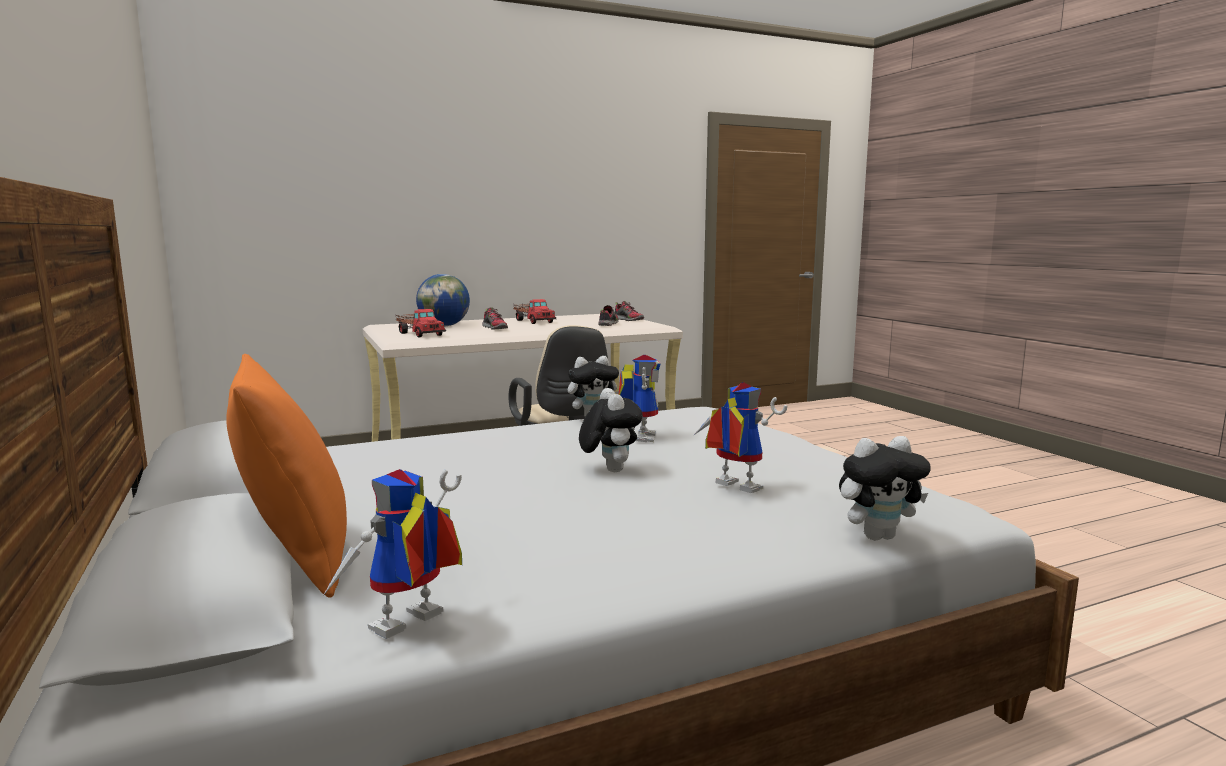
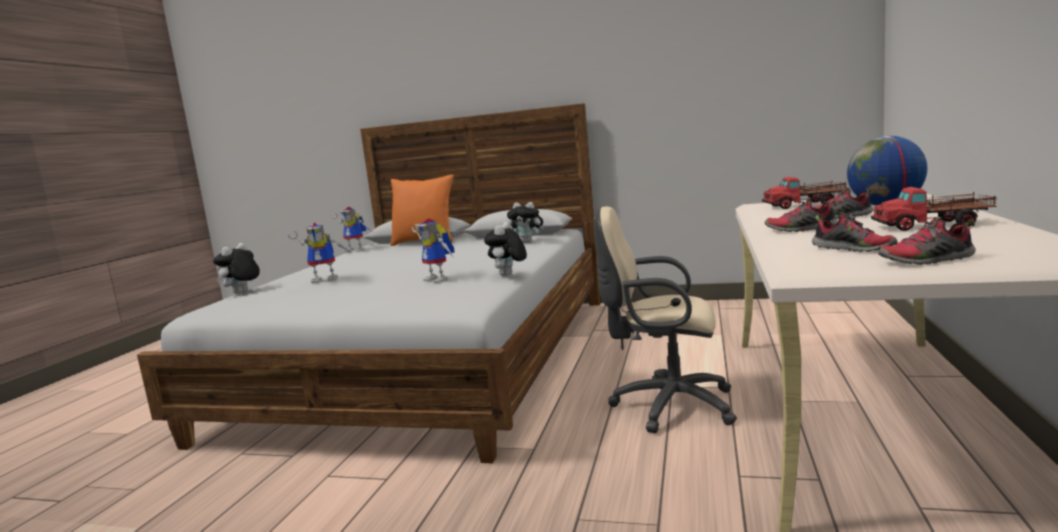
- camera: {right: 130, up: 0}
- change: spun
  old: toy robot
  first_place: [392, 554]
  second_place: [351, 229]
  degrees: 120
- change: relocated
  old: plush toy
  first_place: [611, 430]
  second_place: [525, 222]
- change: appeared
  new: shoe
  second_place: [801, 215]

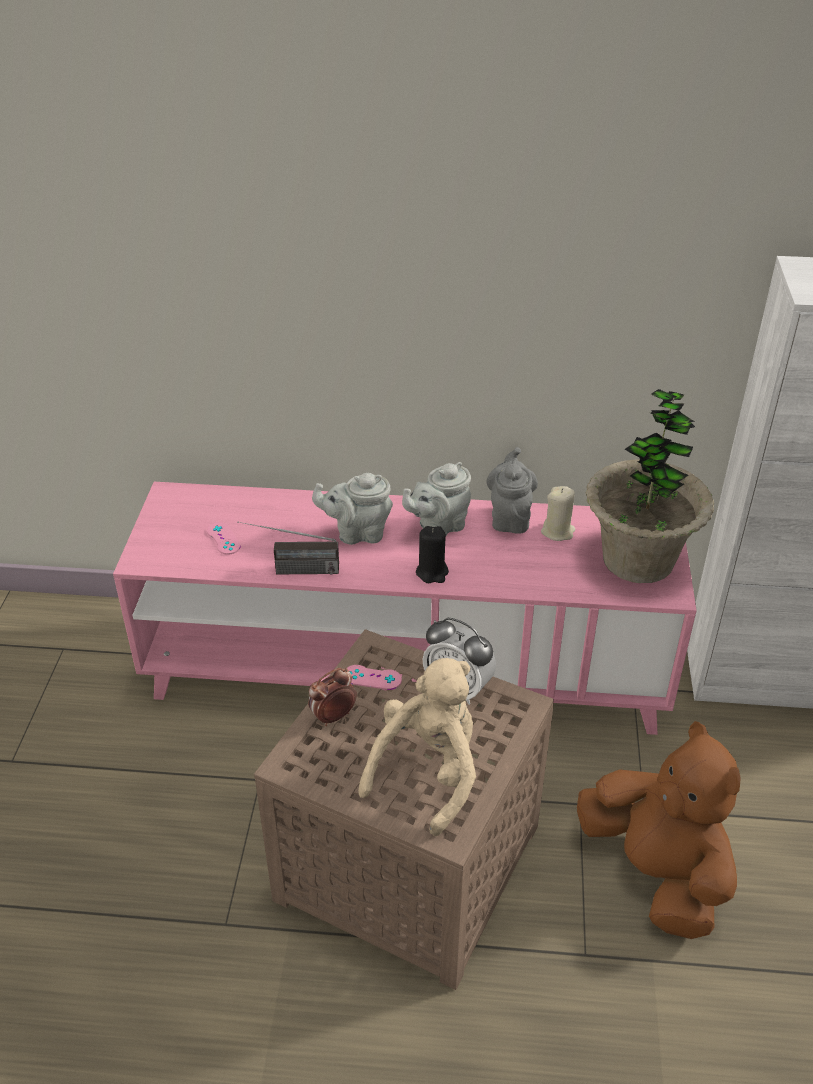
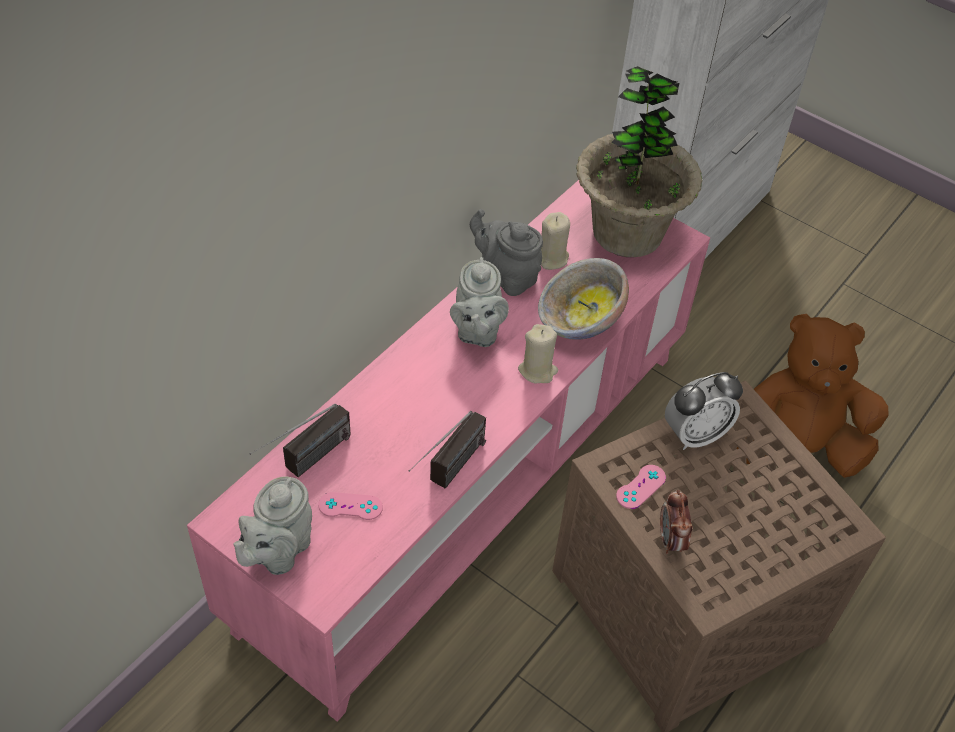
- camera: {right: -60, up: 10}
- change: relocated
  old: grey teapot
  first_place: [352, 509]
  second_place: [273, 525]
- change: appeared
  new: radio
  second_place: [300, 440]
- change: colour
  old: black candle
  new: beige candle
  first_place: [432, 554]
  second_place: [538, 353]
- change: appeared
  new: bowl
  second_place: [583, 299]
- change: missing
  old: beige plush toy
  first_place: [417, 747]

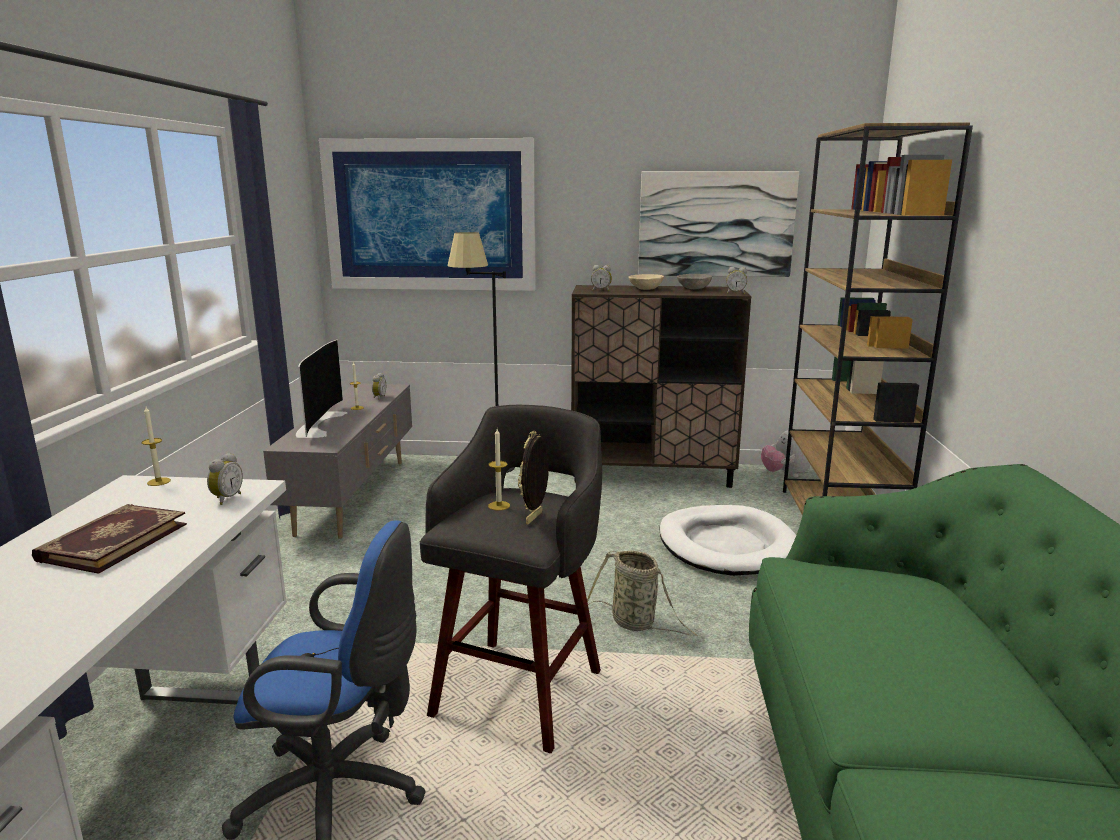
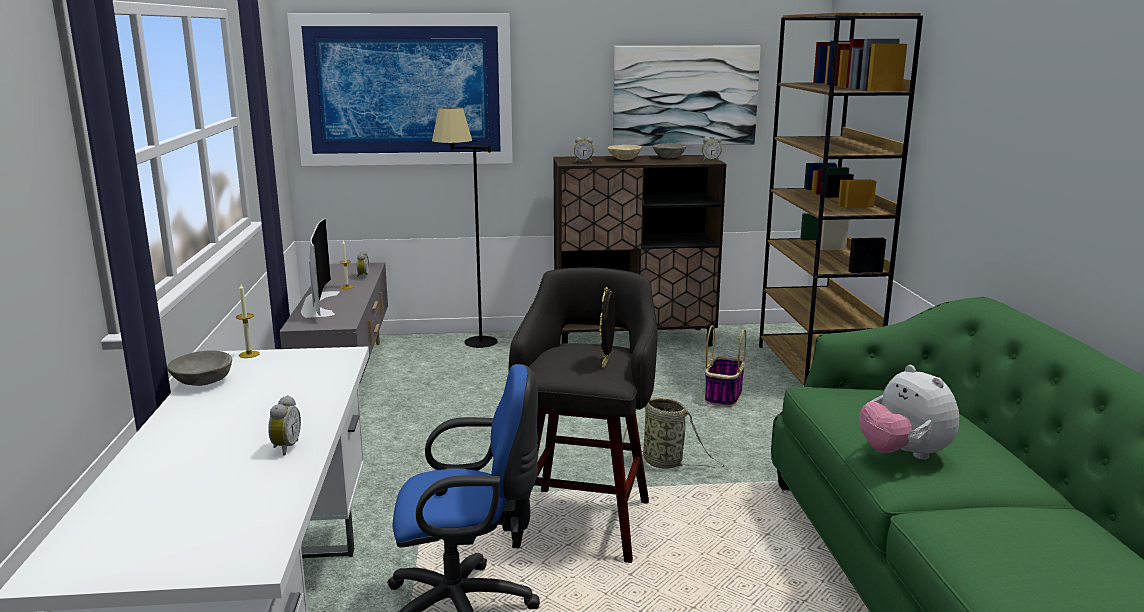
- camera: {right: -10, up: 0}
- change: appeared
  new: grey bowl
  second_place: [199, 368]
- change: relocated
  old: alarm clock
  first_place: [225, 479]
  second_place: [284, 425]
- change: exchanged
  old: white dog bed
  new: basket
  first_place: [727, 540]
  second_place: [725, 366]
- change: relocated
  old: plush toy
  first_place: [786, 452]
  second_place: [909, 412]
- change: missing
  old: book
  first_place: [109, 539]
- change: missing
  old: candle
  first_place: [499, 470]

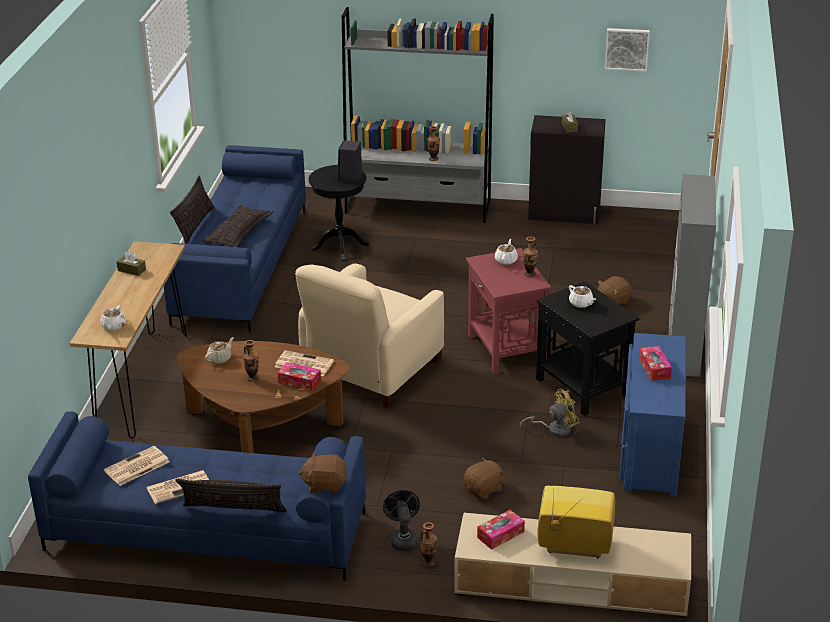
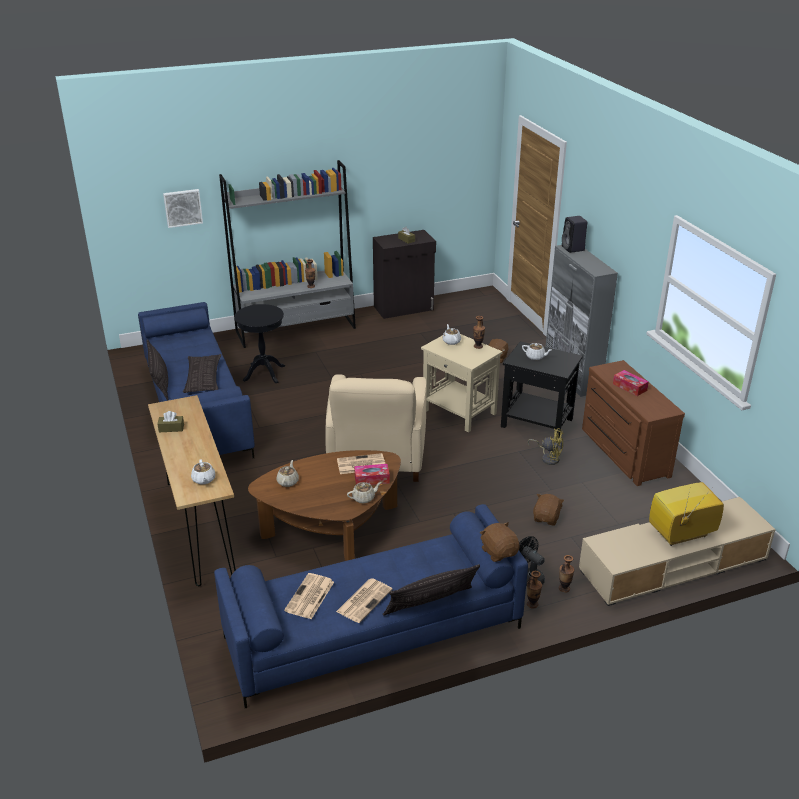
- camera: {right: -30, up: 0}
- change: relocated
  old: picture
  first_place: [627, 49]
  second_place: [183, 208]
- change: appeared
  new: beige teapot
  second_place: [364, 492]
- change: colour
  old: red side table
  new: beige side table
  first_place: [508, 311]
  second_place: [462, 383]
- change: spun
  old: brown plush toy
  first_place: [323, 473]
  second_place: [500, 542]
  degrees: 90
- change: relocated
  old: vase
  first_place: [251, 361]
  second_place: [534, 589]
- change: spun
  old: yellow fan
  first_place: [550, 412]
  second_place: [546, 446]
  degrees: 75
- change: relocated
  old: black speaker
  first_place: [349, 161]
  second_place: [574, 234]
- change: colour
  old: blue dresser
  new: brown dresser
  first_place: [651, 414]
  second_place: [633, 423]
- change: missing
  old: tissue box
  first_place: [501, 530]

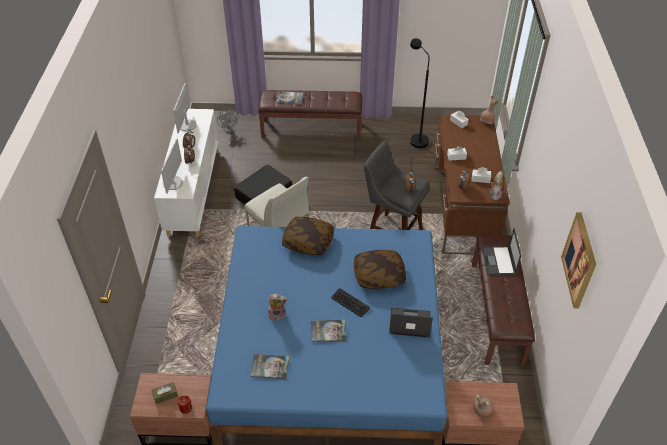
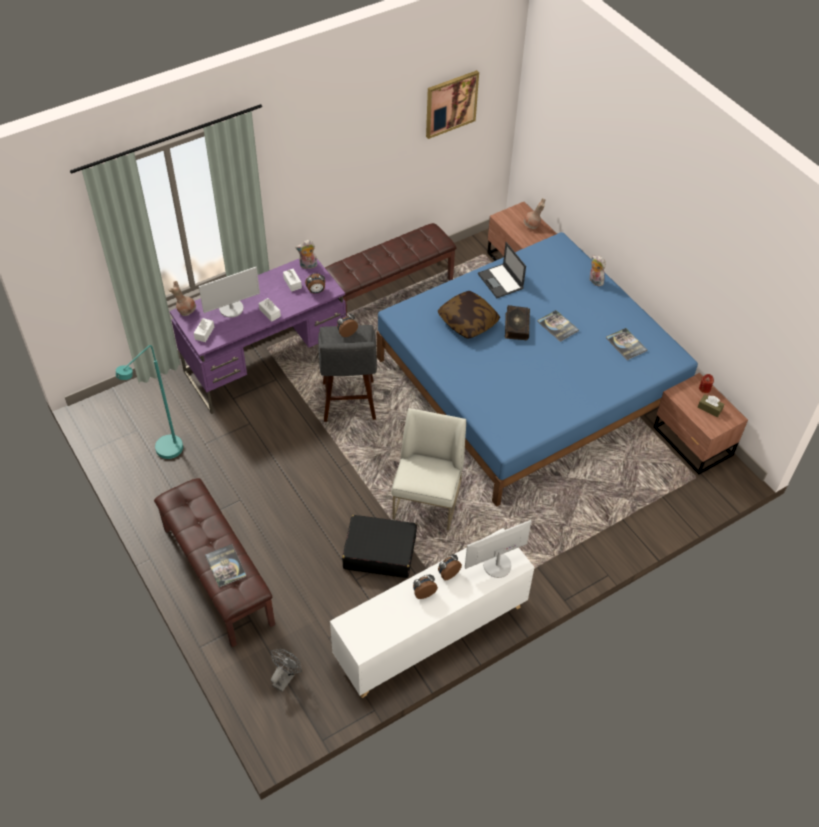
- camera: {right: -125, up: 5}
- change: colour
  old: black floor lamp
  new: turquoise floor lamp
  first_place: [420, 93]
  second_place: [149, 402]
- change: colour
  old: brown desk
  new: purple desk
  first_place: [472, 184]
  second_place: [258, 336]
- change: relocated
  old: monitor
  first_place: [185, 108]
  second_place: [229, 292]
- change: exchanged
  old: keyboard
  new: book
  first_place: [351, 302]
  second_place: [517, 322]
- change: relocated
  old: plush toy
  first_place: [278, 307]
  second_place: [597, 270]
- change: missing
  old: pillow
  first_place: [308, 236]
- change: missing
  old: laptop
  first_place: [502, 251]

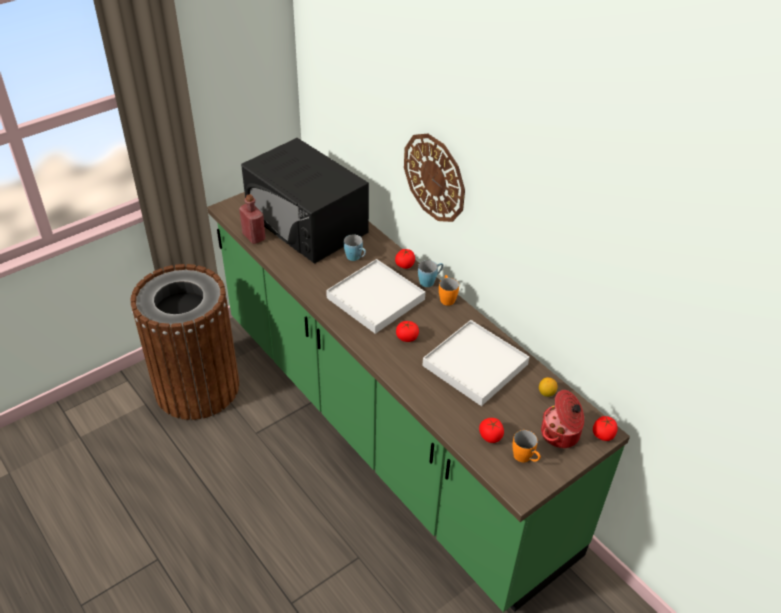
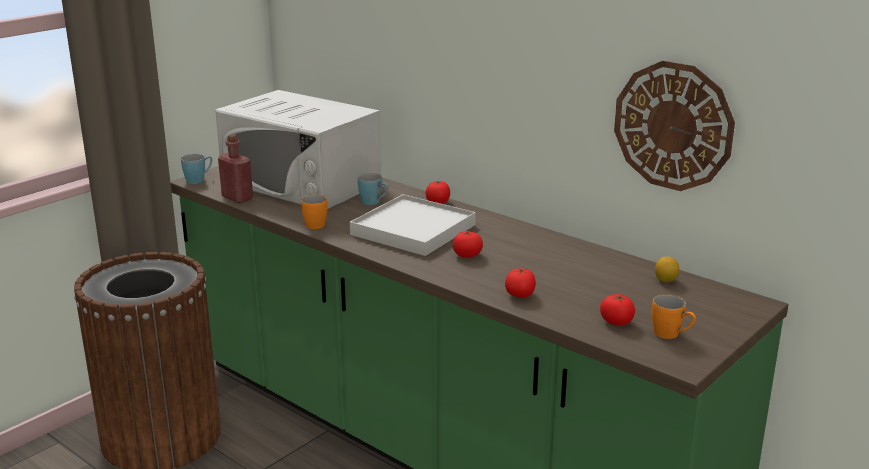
- camera: {right: -10, up: -20}
- change: relocated
  old: blue mug
  first_place: [430, 273]
  second_place: [197, 169]
- change: colour
  old: black microwave
  new: white microwave
  first_place: [305, 200]
  second_place: [298, 149]
- change: relocated
  old: orange mug
  first_place: [449, 290]
  second_place: [314, 212]
- change: relocated
  old: tomato
  first_place: [605, 428]
  second_place: [520, 283]
- change: relocated
  old: wall clock
  first_place: [434, 178]
  second_place: [674, 126]
- change: missing
  old: white tray
  first_place: [475, 363]
- change: missing
  old: cooking pot
  first_place: [562, 419]

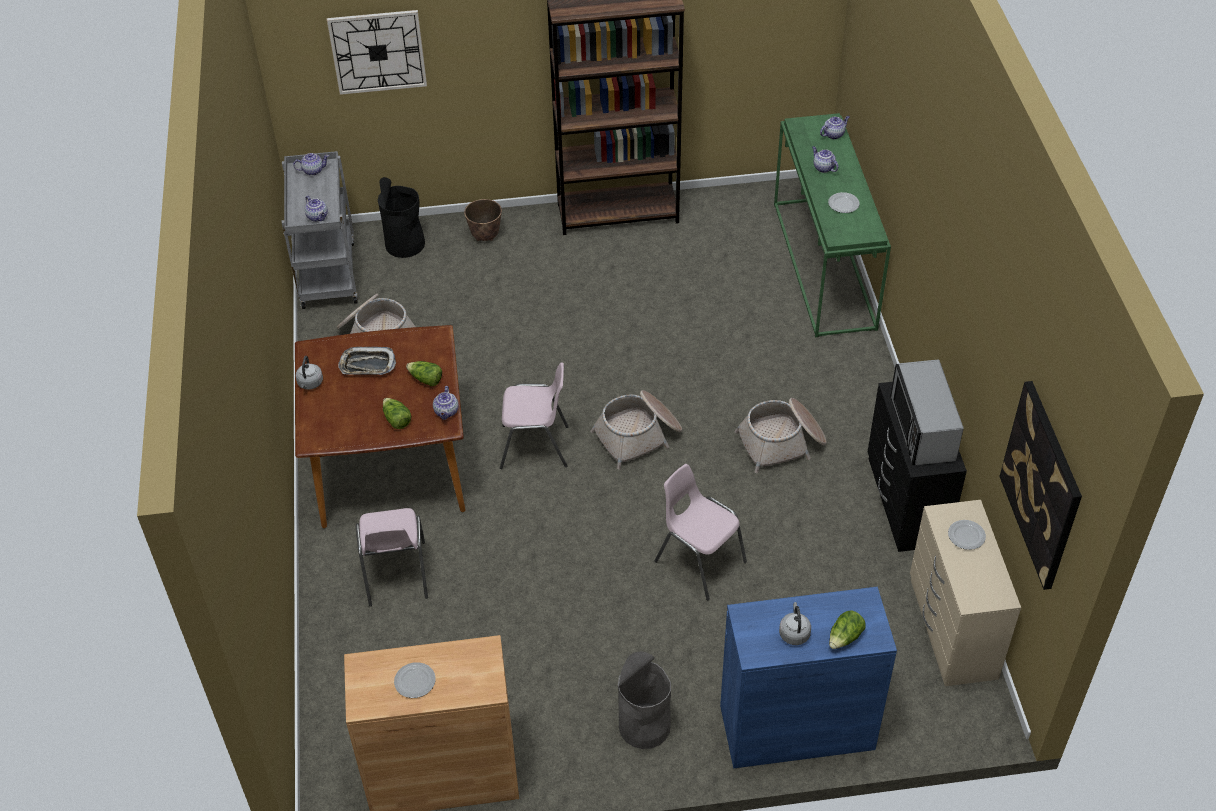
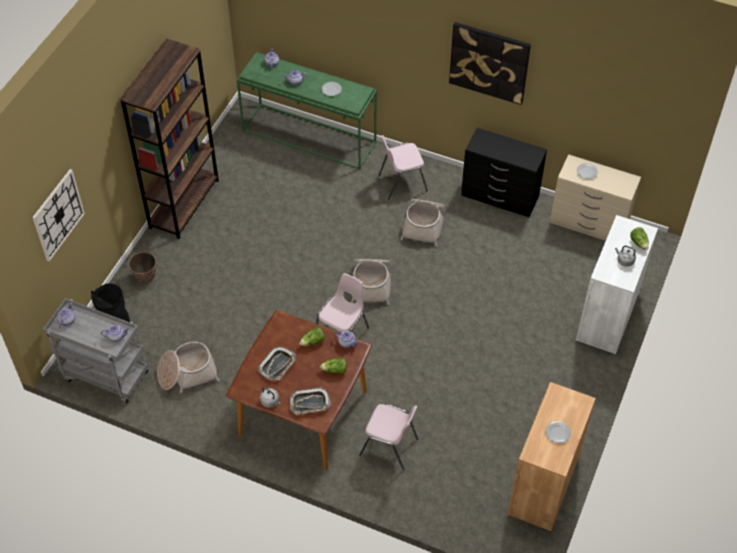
- camera: {right: -60, up: 5}
- change: appeared
  new: tray
  second_place: [310, 401]
- change: relocated
  old: pink chair
  first_place: [701, 532]
  second_place: [403, 167]
- change: relocated
  old: picture
  first_place: [1040, 485]
  second_place: [490, 63]
- change: colour
  old: blue cabinet
  new: white cabinet
  first_place: [808, 677]
  second_place: [617, 284]
- change: missing
  old: grey trash can
  first_place: [644, 700]
- change: missing
  old: microwave
  first_place: [927, 412]

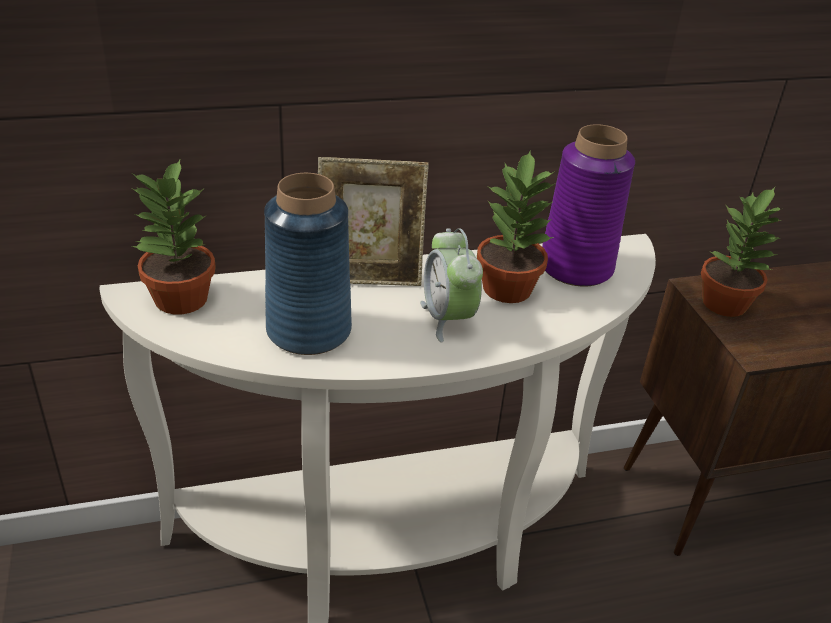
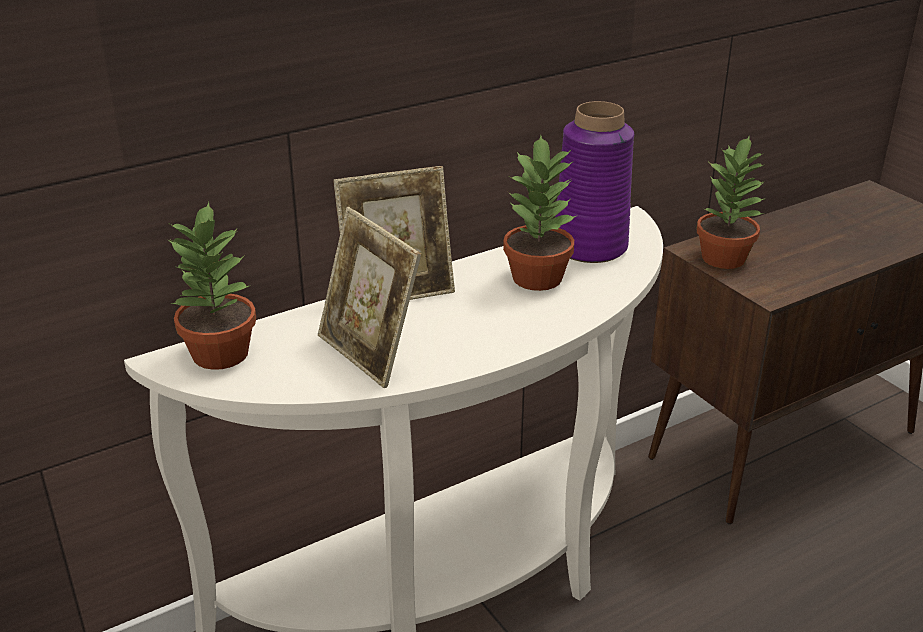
- camera: {right: -15, up: -5}
- change: exchanged
  old: blue vase
  new: picture frame
  first_place: [308, 264]
  second_place: [369, 297]
- change: missing
  old: alarm clock
  first_place: [451, 285]

